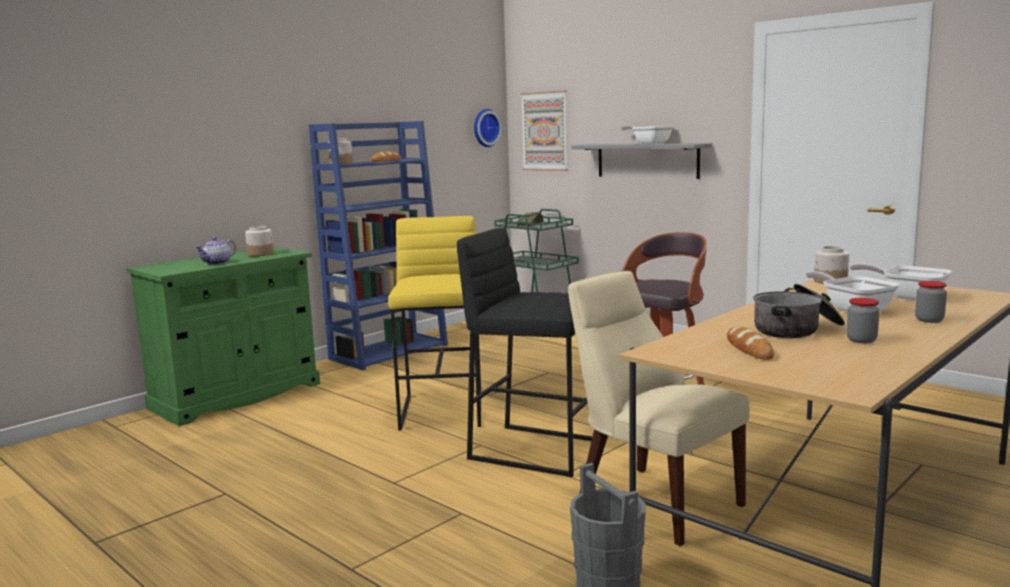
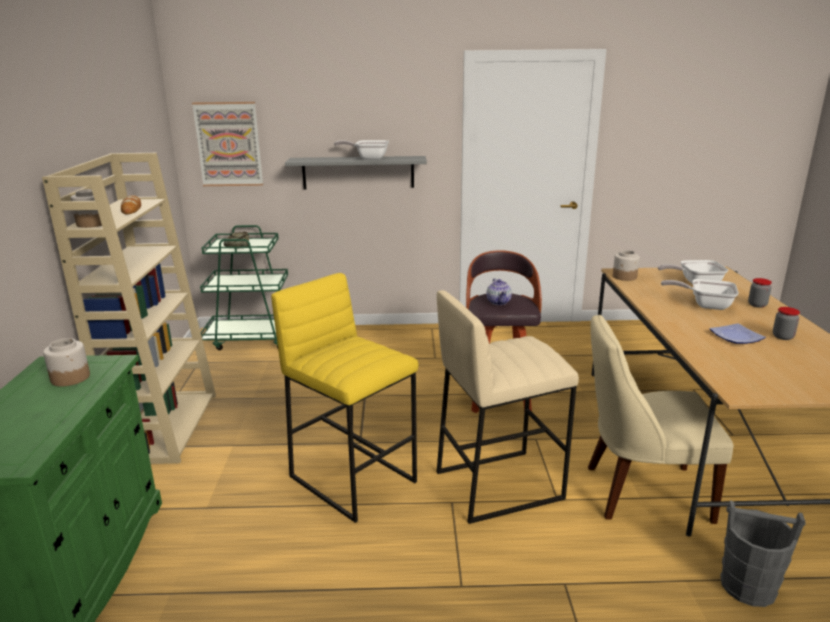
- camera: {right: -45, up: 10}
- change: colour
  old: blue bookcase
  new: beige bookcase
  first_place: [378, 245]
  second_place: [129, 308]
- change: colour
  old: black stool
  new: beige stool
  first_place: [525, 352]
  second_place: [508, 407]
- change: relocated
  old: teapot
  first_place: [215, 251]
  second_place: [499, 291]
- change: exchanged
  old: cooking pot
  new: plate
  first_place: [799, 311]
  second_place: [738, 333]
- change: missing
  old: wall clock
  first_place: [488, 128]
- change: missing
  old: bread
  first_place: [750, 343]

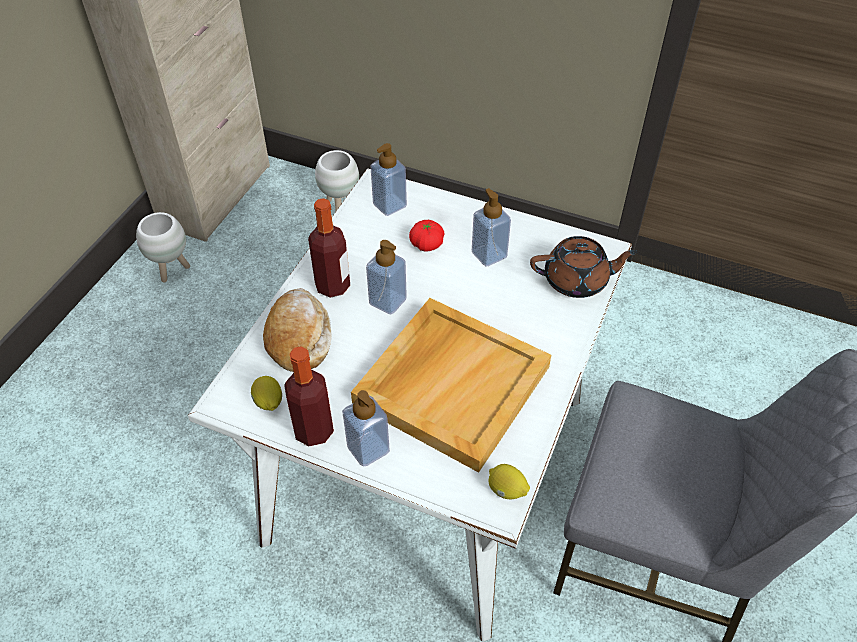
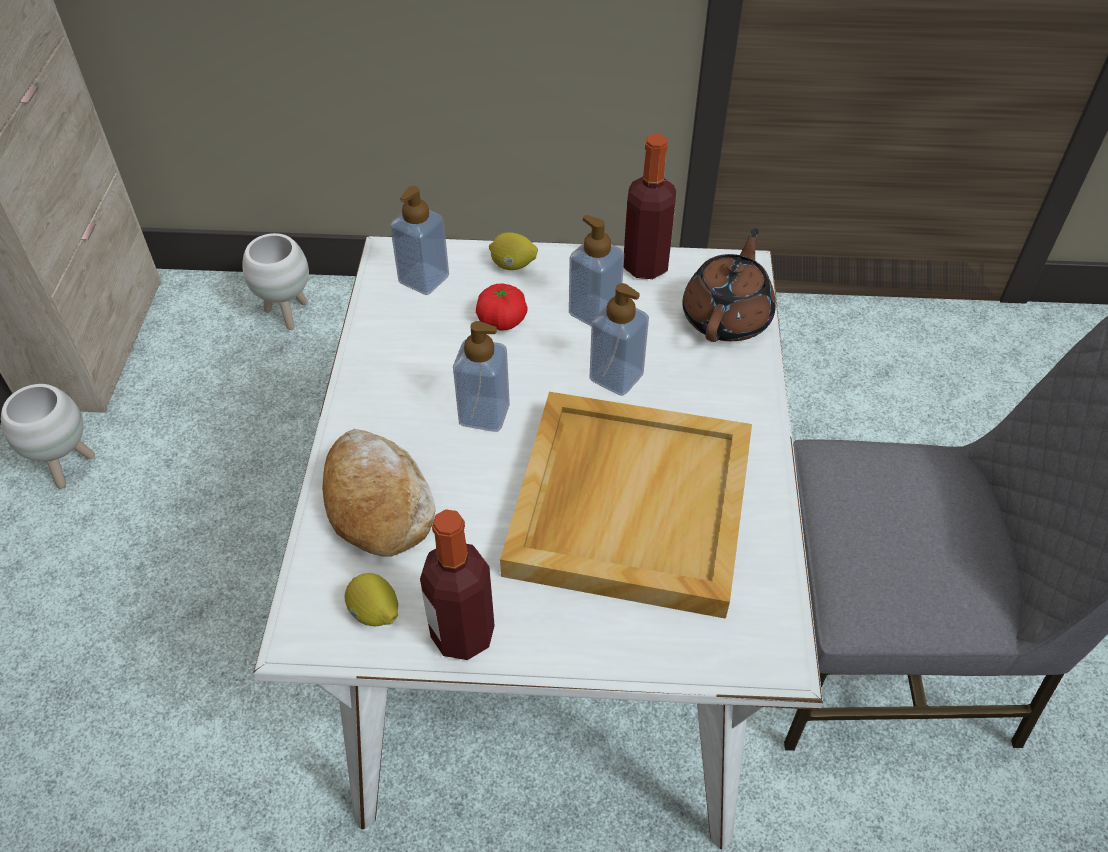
- camera: {right: -20, up: 0}
- change: relocated
  old: lemon
  first_place: [509, 481]
  second_place: [513, 251]
- change: relocated
  old: soap dispenser
  first_place: [366, 428]
  second_place: [619, 339]
- change: relocated
  old: bottle
  first_place: [329, 248]
  second_place: [650, 206]
- change: spun
  old: brown teapot
  first_place: [583, 267]
  second_place: [729, 285]
  degrees: -45

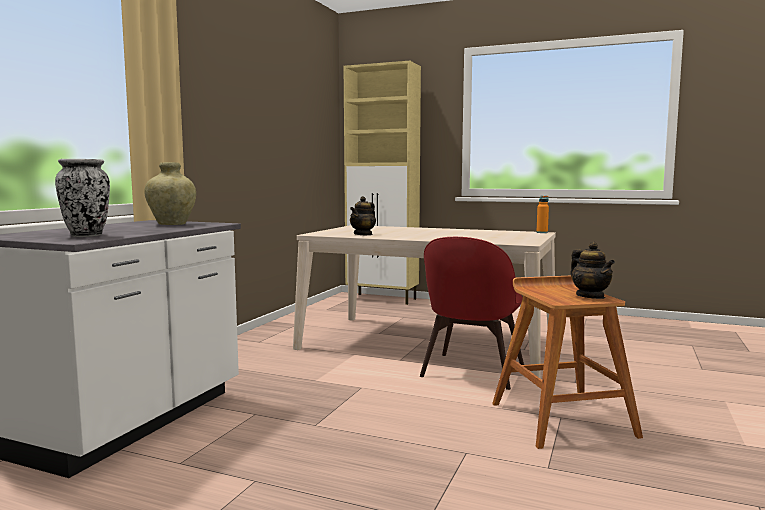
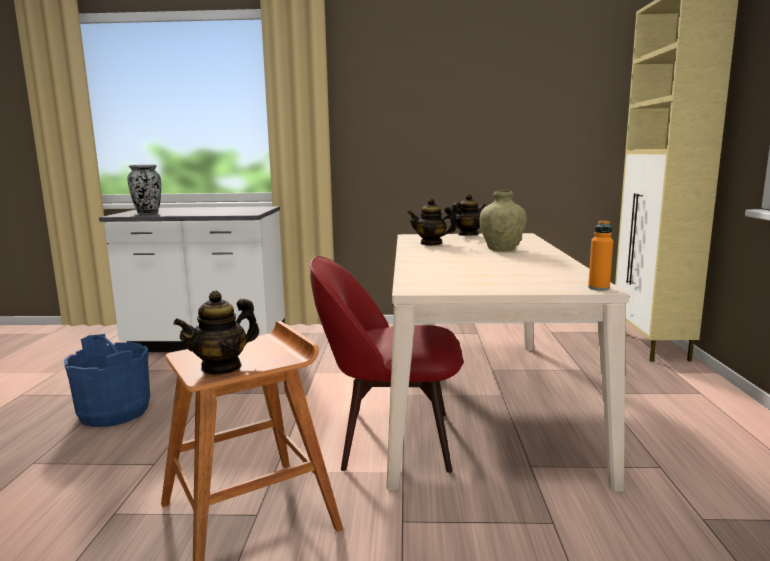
- camera: {right: 70, up: 5}
- change: appeared
  new: blue bucket
  second_place: [107, 380]
- change: appeared
  new: teapot
  second_place: [469, 215]
- change: relocated
  old: beige vase
  first_place: [170, 193]
  second_place: [503, 220]

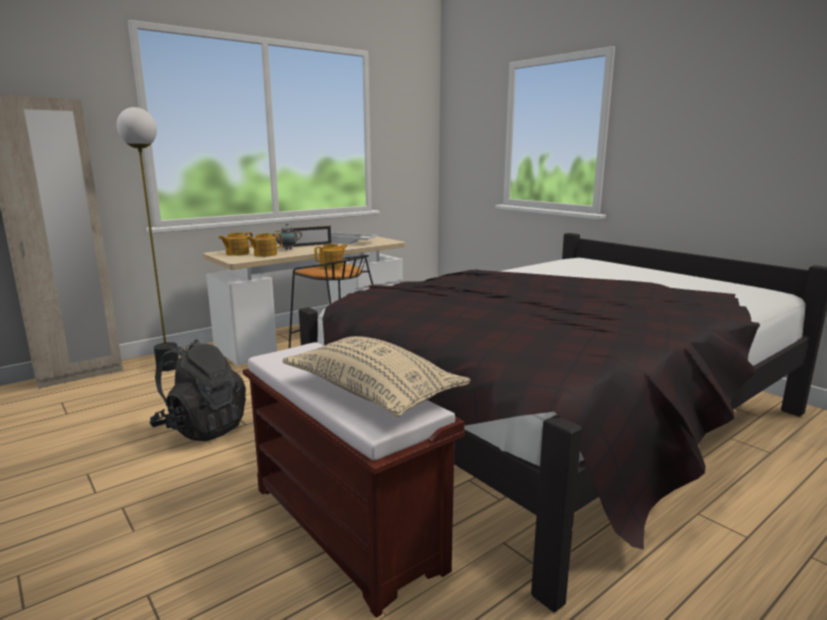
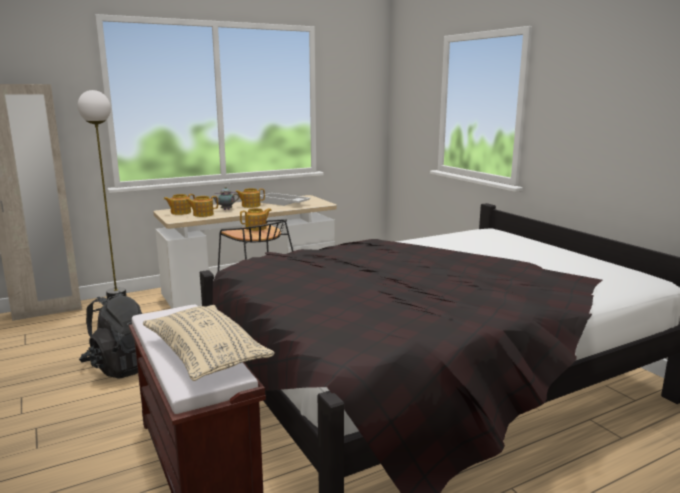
- camera: {right: 10, up: 0}
- change: exchanged
  old: picture frame
  new: teapot
  first_place: [312, 236]
  second_place: [250, 198]

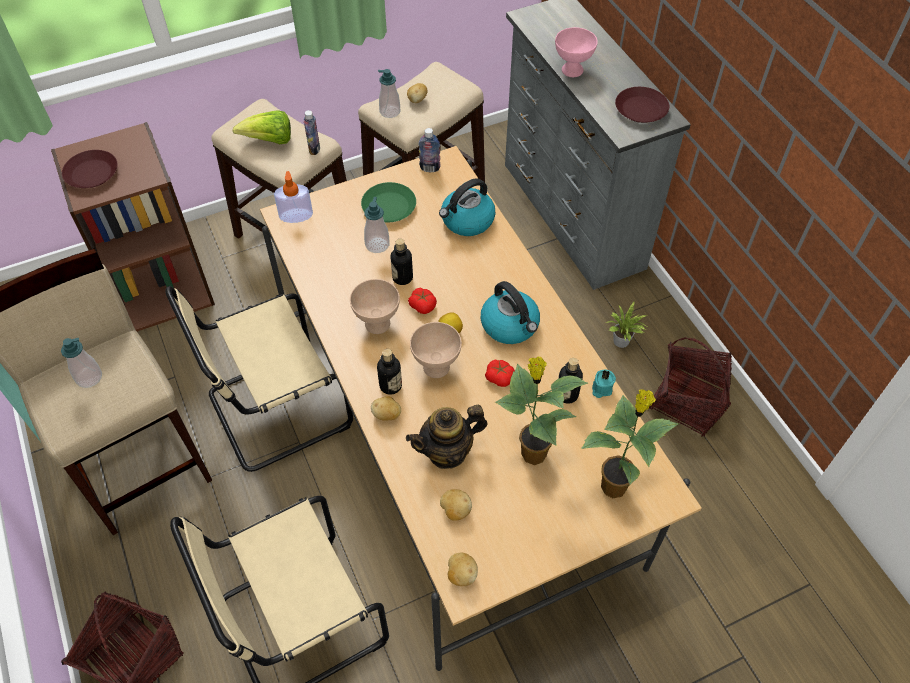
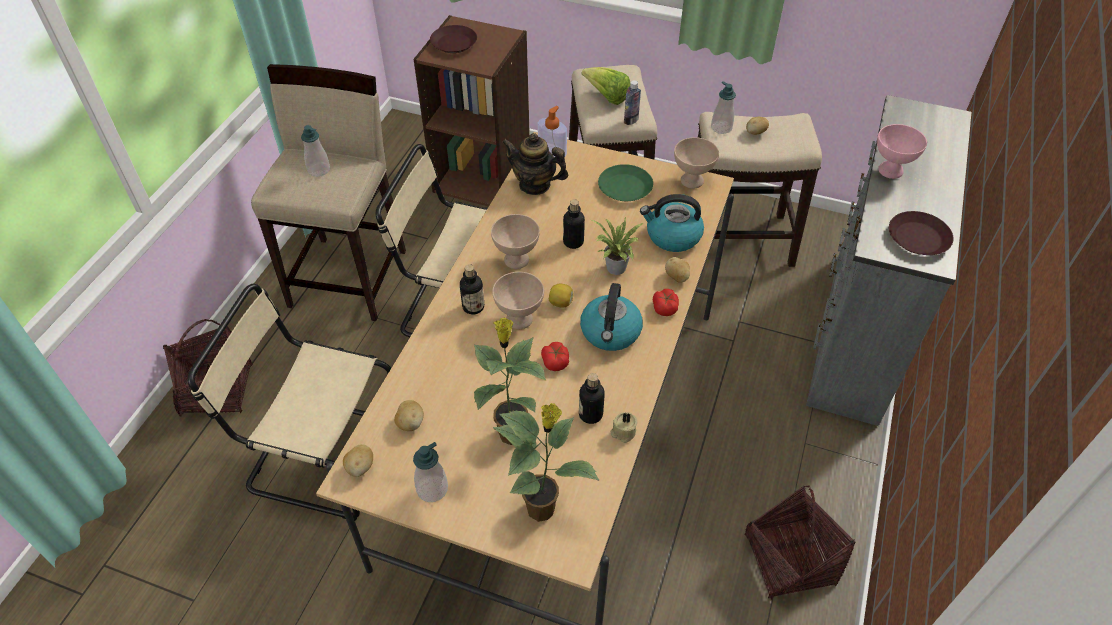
- camera: {right: 45, up: -5}
- change: relocated
  old: soap dispenser
  first_place: [377, 225]
  second_place: [430, 472]
- change: relocated
  old: teapot
  first_place: [446, 437]
  second_place: [535, 164]
- change: relocated
  old: potted plant
  first_place: [627, 324]
  second_place: [616, 246]
- change: colour
  old: turquoise candle
  new: beige candle
  first_place: [604, 384]
  second_place: [624, 427]
- change: relocated
  old: tomato
  first_place: [422, 300]
  second_place: [666, 302]
- change: relocated
  old: potato
  first_place: [386, 408]
  second_place: [677, 270]
- change: exchanged
  old: bottle
  new: beige bowl
  first_place: [430, 150]
  second_place: [696, 163]

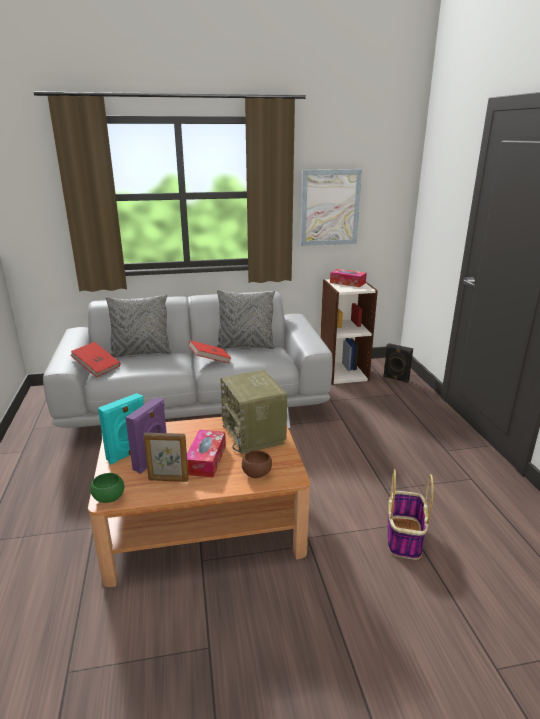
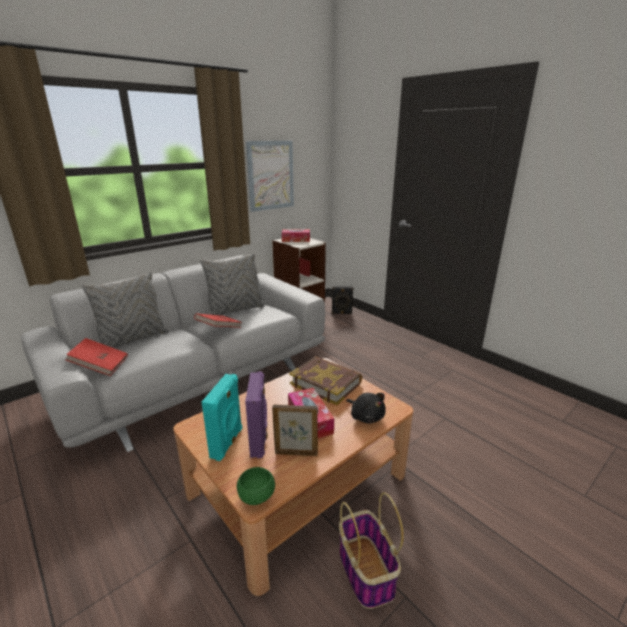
- camera: {right: -30, up: 0}
- change: spun
  old: picture frame
  first_place: [166, 457]
  second_place: [295, 430]
  degrees: -150
- change: exchanged
  old: radio
  new: book
  first_place: [253, 412]
  second_place: [325, 380]
- change: relocated
  old: basket
  first_place: [410, 514]
  second_place: [371, 550]
- change: exchanged
  old: brown bowl
  new: black plush toy
  first_place: [257, 464]
  second_place: [366, 408]

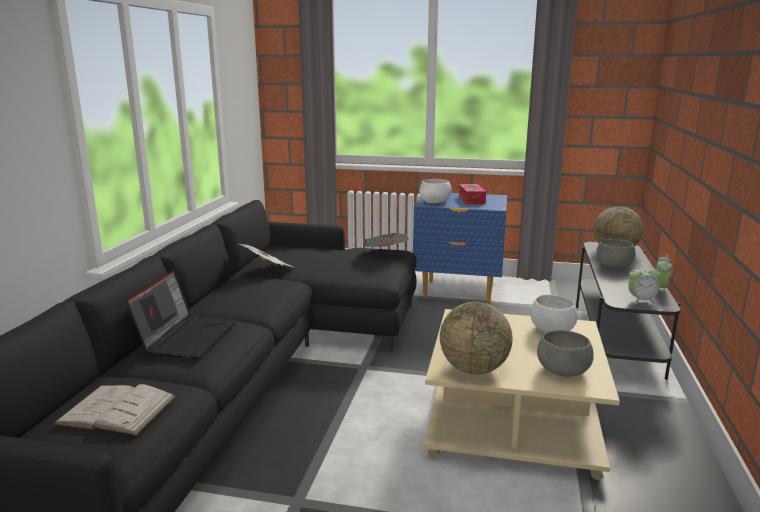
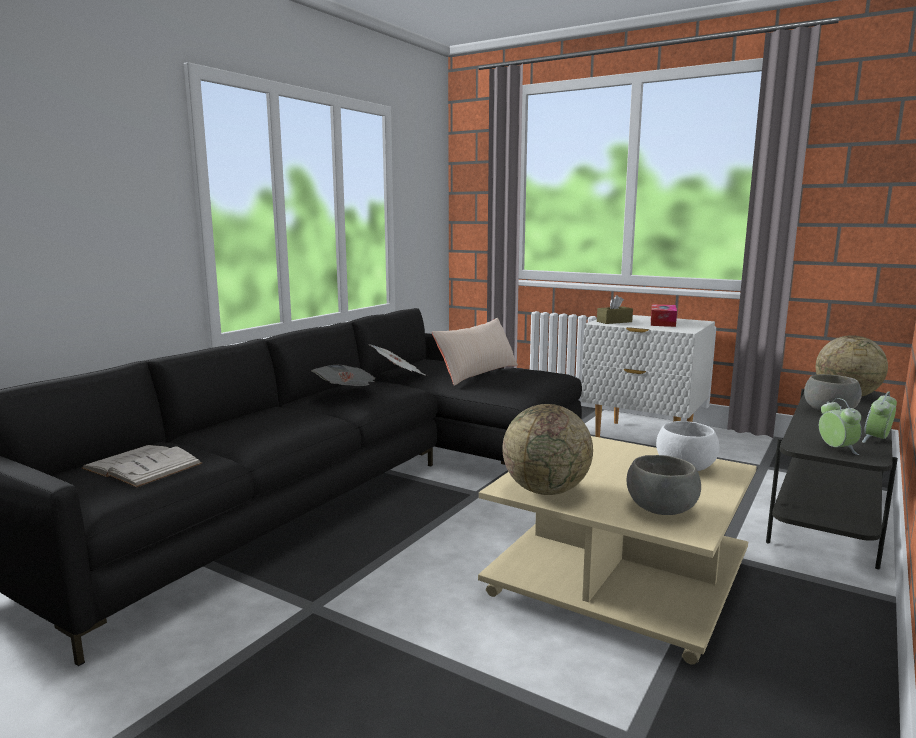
- camera: {right: 20, up: -5}
- change: relocated
  old: newspaper
  first_place: [386, 240]
  second_place: [343, 375]
- change: appeared
  new: beige pillow
  second_place: [475, 352]
- change: colour
  old: blue nightstand
  new: white nightstand
  first_place: [460, 248]
  second_place: [648, 376]
- change: exchanged
  old: white bowl
  new: brown tissue box
  first_place: [435, 191]
  second_place: [615, 309]
- change: spun
  old: alarm clock
  first_place: [644, 284]
  second_place: [840, 426]
  degrees: -120
- change: missing
  old: laptop
  first_place: [181, 314]

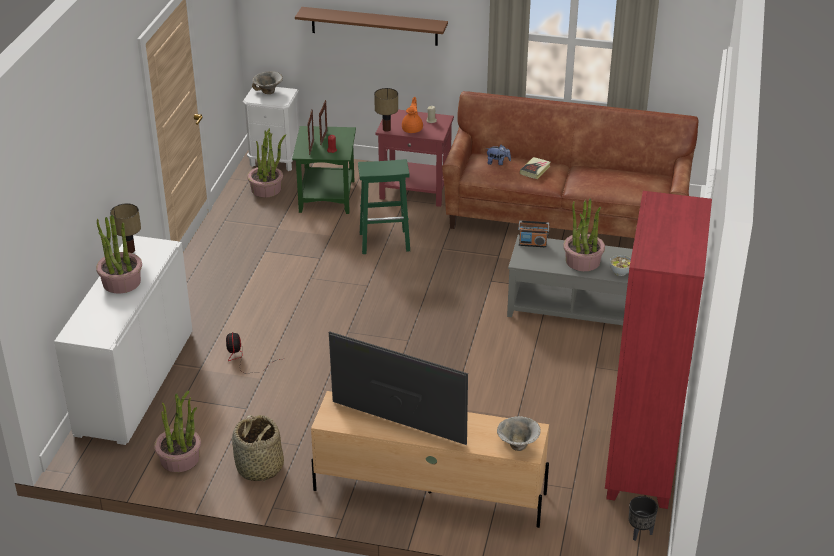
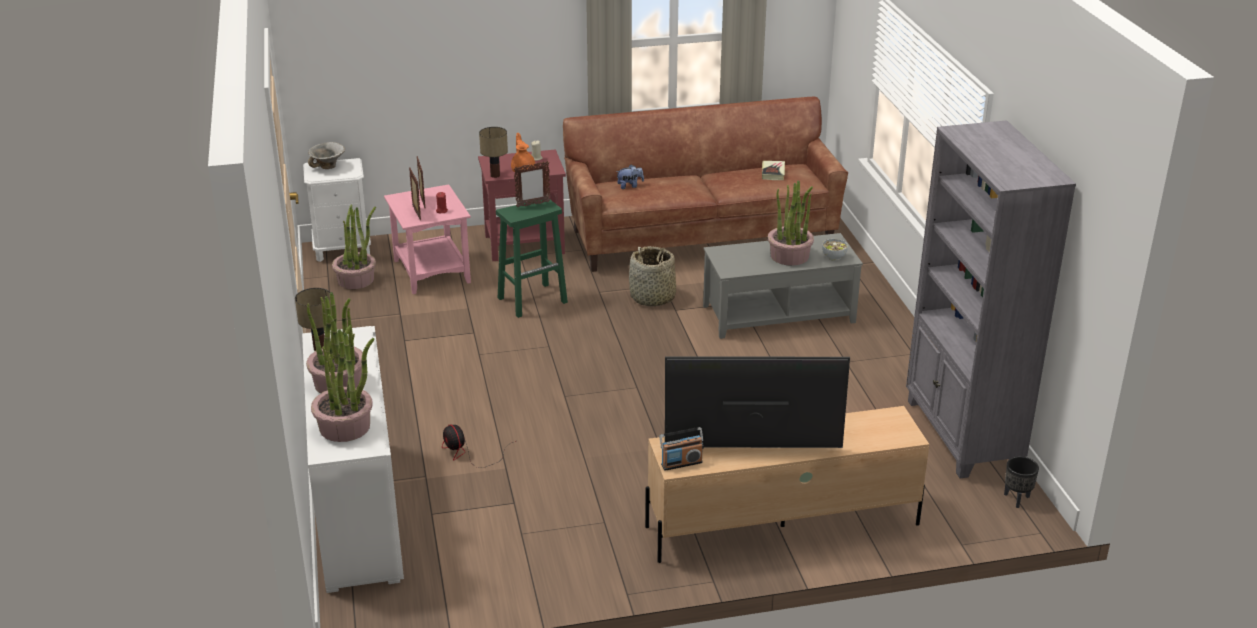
- camera: {right: -25, up: -5}
- change: relocated
  old: potted plant
  first_place: [177, 431]
  second_place: [342, 383]
- change: colour
  old: green side table
  new: pink side table
  first_place: [324, 170]
  second_place: [427, 239]
- change: appeared
  new: picture frame
  second_place: [532, 184]
- change: relocated
  old: basket
  first_place: [258, 448]
  second_place: [652, 276]
- change: relocated
  old: radio
  first_place: [533, 234]
  second_place: [681, 449]
- change: relocated
  old: book
  first_place: [535, 168]
  second_place: [773, 170]
- change: colour
  old: red bookcase
  new: grey bookcase
  first_place: [658, 350]
  second_place: [991, 299]
- change: missing
  old: brown shelf
  first_place: [371, 26]
- change: missing
  old: bowl
  first_place: [519, 433]

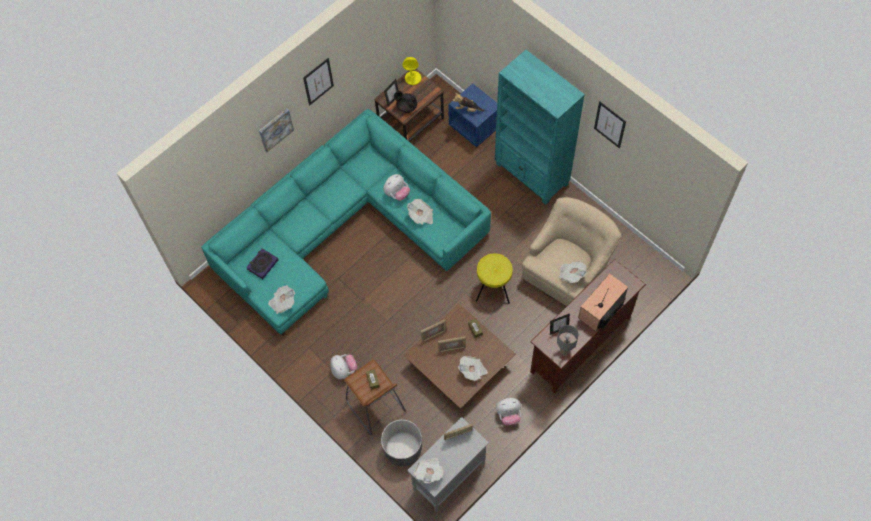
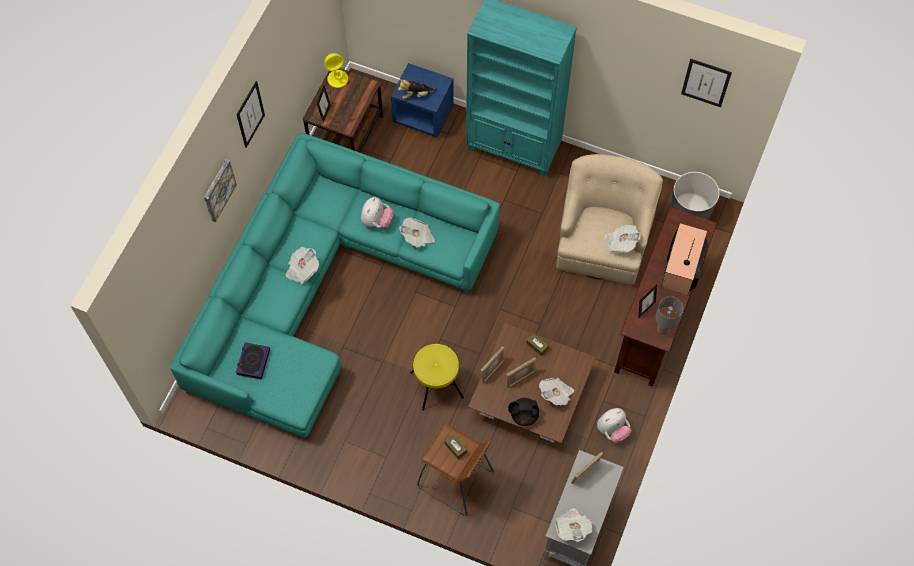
- camera: {right: -25, up: 0}
- change: relocated
  old: newspaper
  first_place: [281, 299]
  second_place: [302, 265]
- change: relocated
  old: yellow stool
  first_place: [494, 278]
  second_place: [437, 377]
- change: relocated
  old: black teapot
  first_place: [405, 102]
  second_place: [523, 412]
- change: relocated
  old: grey planter
  first_place: [401, 442]
  second_place: [695, 196]
- change: relocated
  old: picture
  first_place: [610, 124]
  second_place: [706, 83]
- change: missing
  old: plush toy
  first_place: [343, 367]

